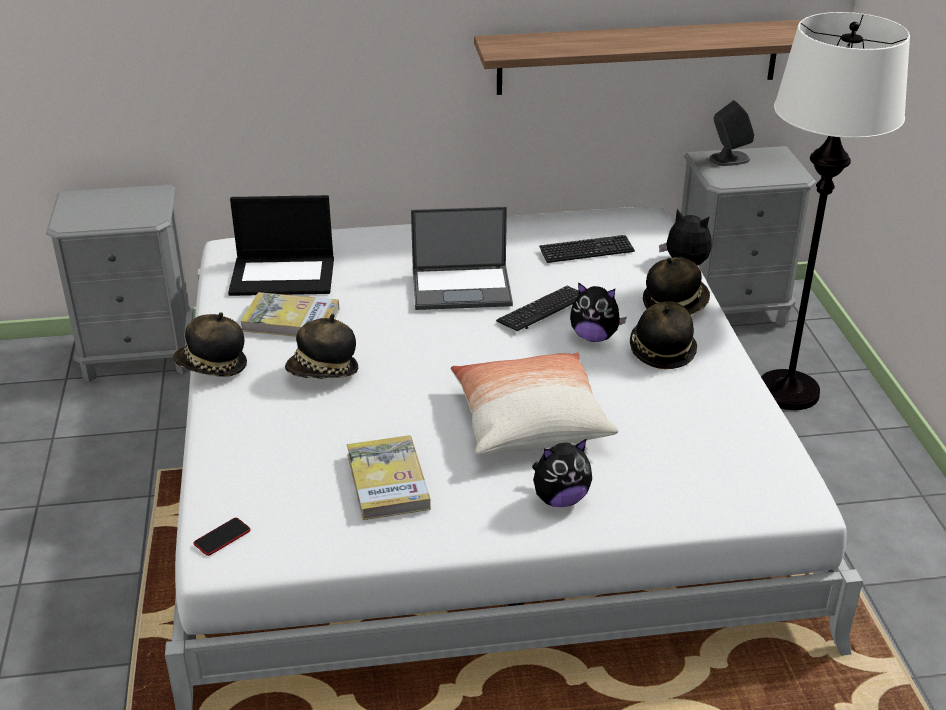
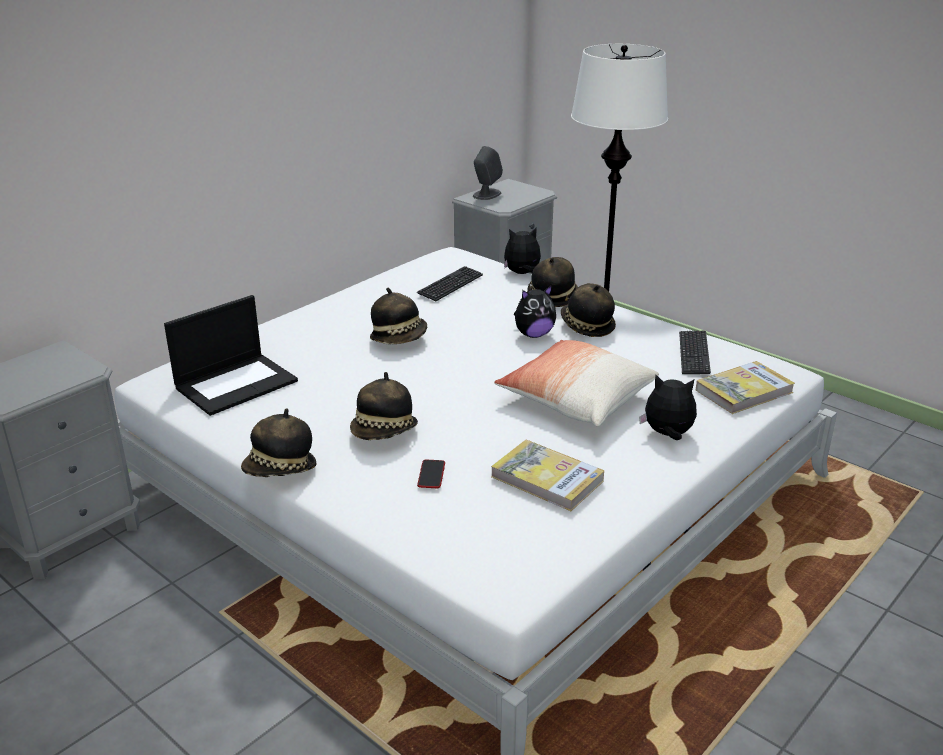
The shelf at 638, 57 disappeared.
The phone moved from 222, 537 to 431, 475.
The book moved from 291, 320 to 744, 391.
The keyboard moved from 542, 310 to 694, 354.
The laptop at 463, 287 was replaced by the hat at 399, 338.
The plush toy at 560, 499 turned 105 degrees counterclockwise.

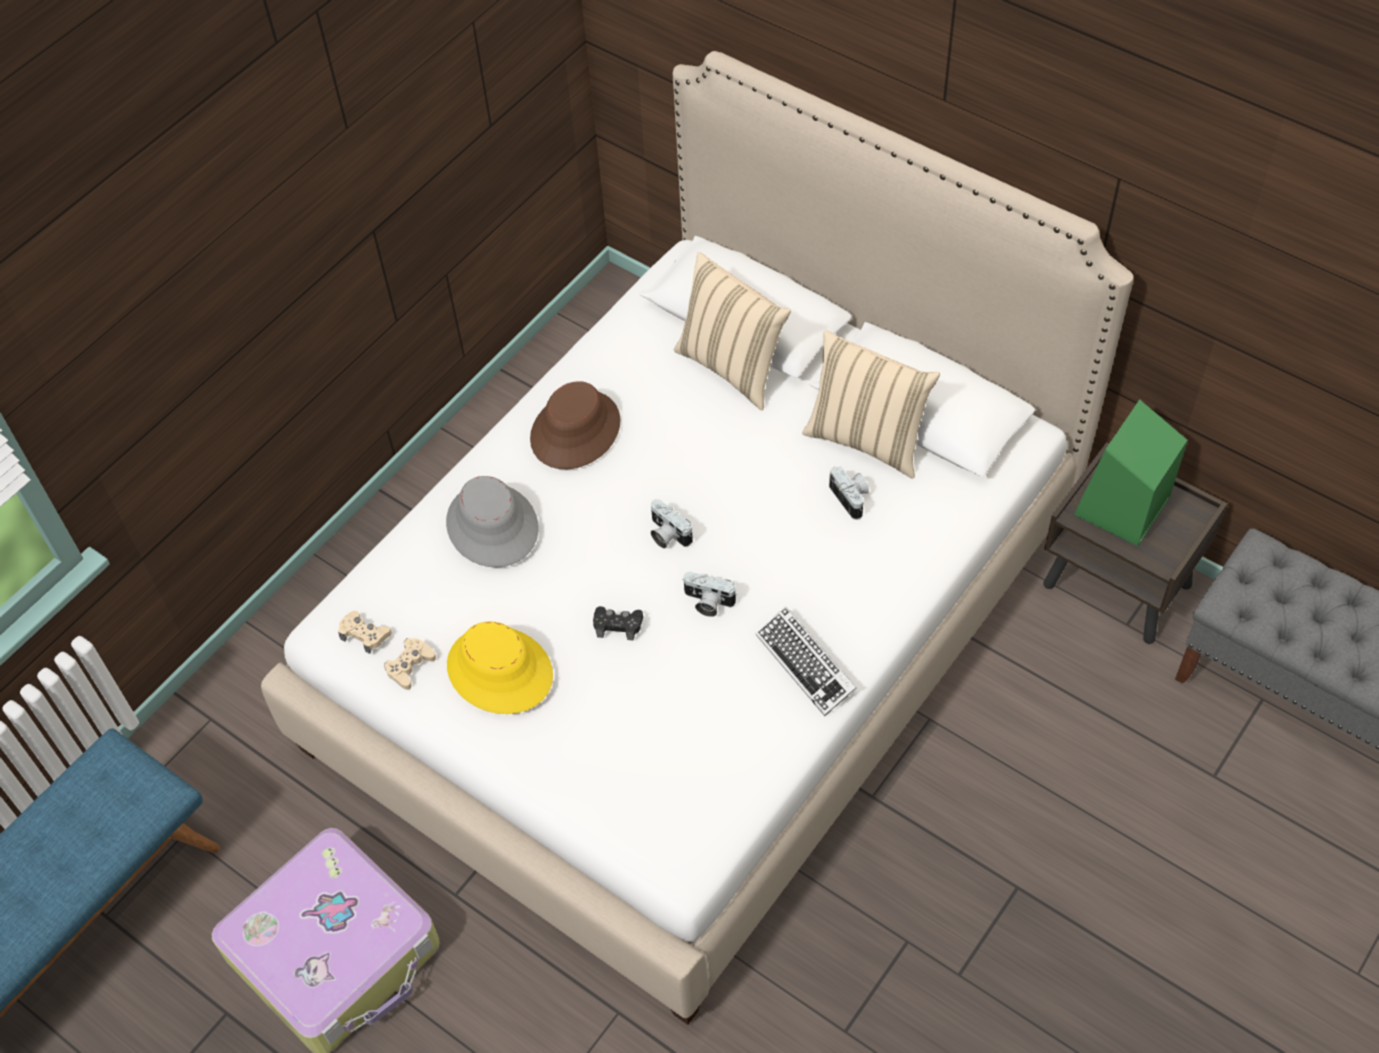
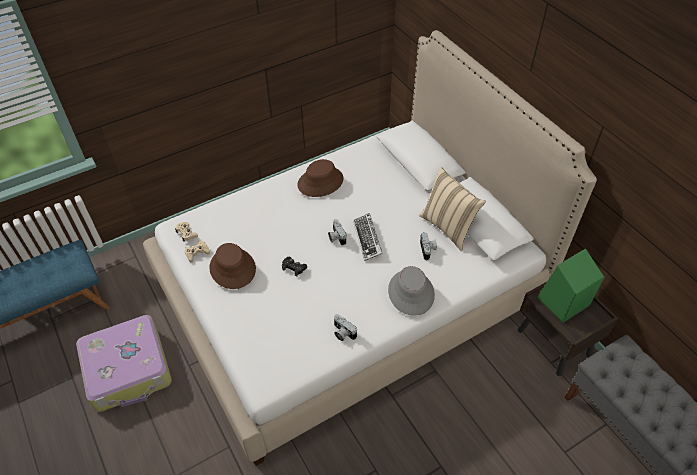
The beige pillow at 732, 367 disappeared.
The grey hat moved from 492, 526 to 410, 292.
The photo camera moved from 707, 602 to 342, 333.
The keyboard moved from 805, 664 to 367, 239.
The yellow hat at 499, 671 became the brown hat at 232, 268.

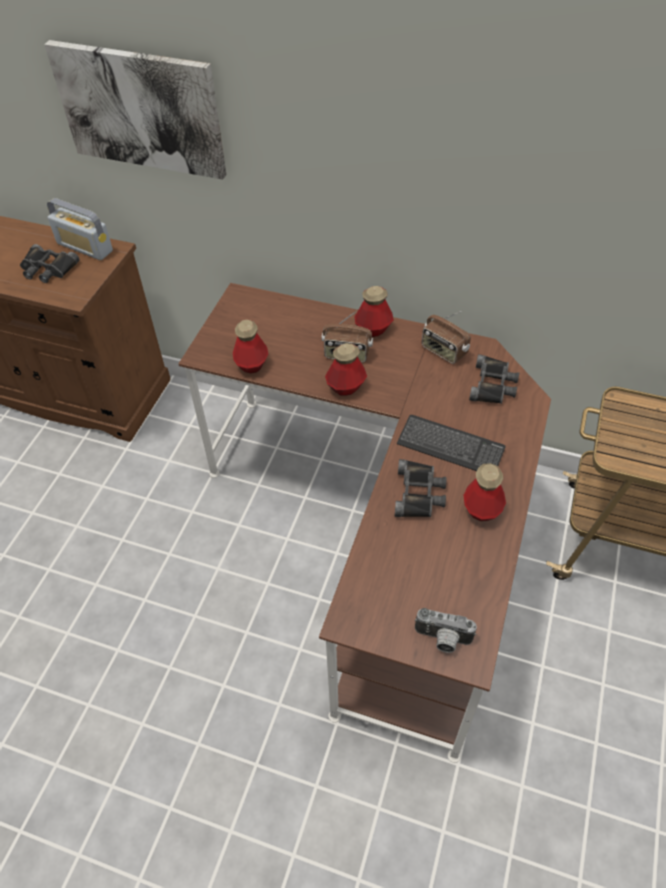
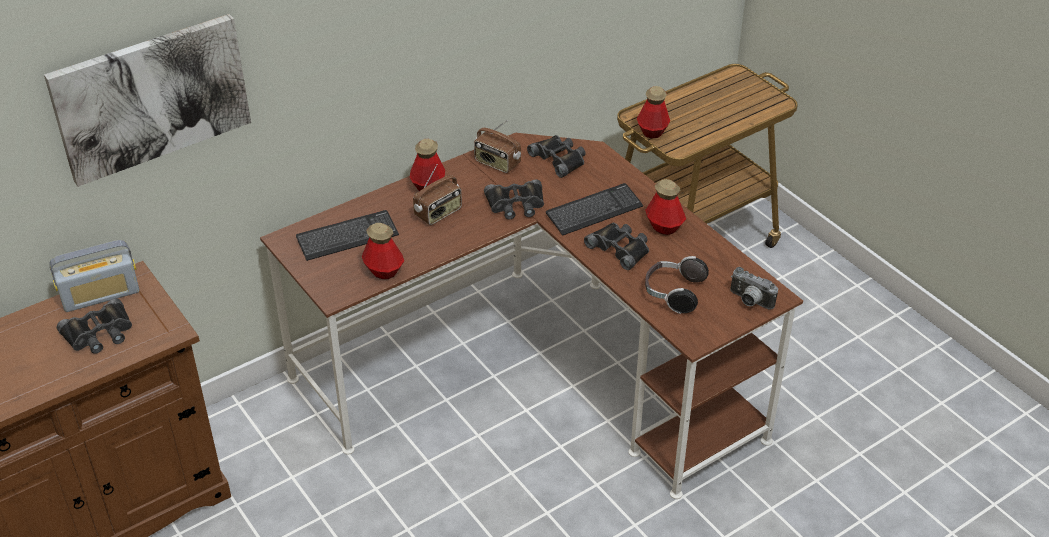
The keyboard at 347, 237 appeared.
The black binoculars at 516, 204 appeared.
The headphones at 673, 293 appeared.
The bottle moved from 346, 387 to 652, 131.
The photo camera at 442, 640 turned 75 degrees clockwise.
The radio at 443, 351 turned 45 degrees clockwise.

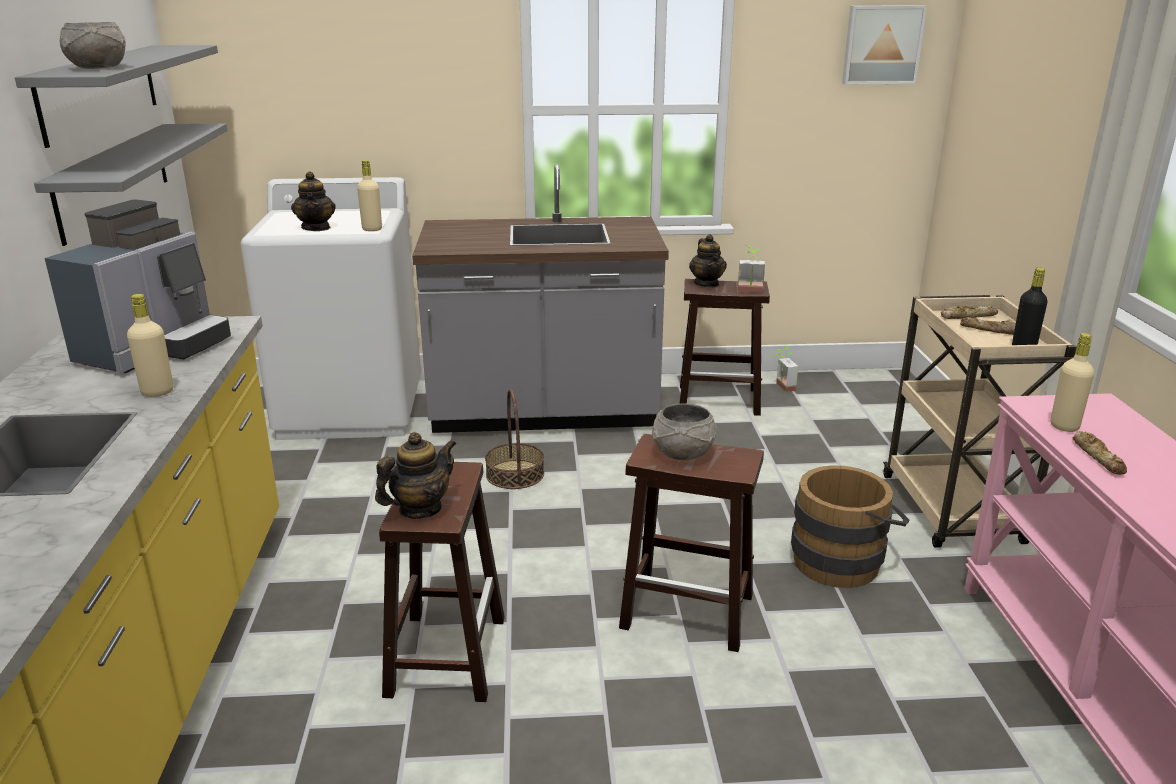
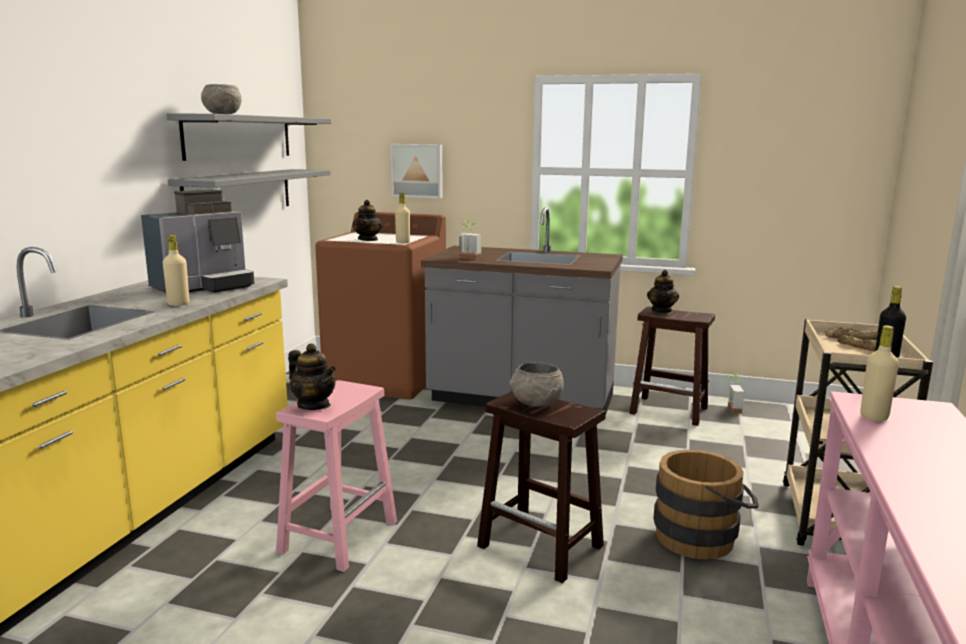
The basket at 514, 474 disappeared.
The bread at 1098, 457 disappeared.
The potted plant moved from 750, 291 to 468, 258.
The picture moved from 882, 44 to 417, 170.
The white washing machine at 352, 409 became the brown washing machine at 387, 379.
The brown stool at 446, 654 became the pink stool at 339, 535.
The teapot at 420, 509 turned 60 degrees clockwise.

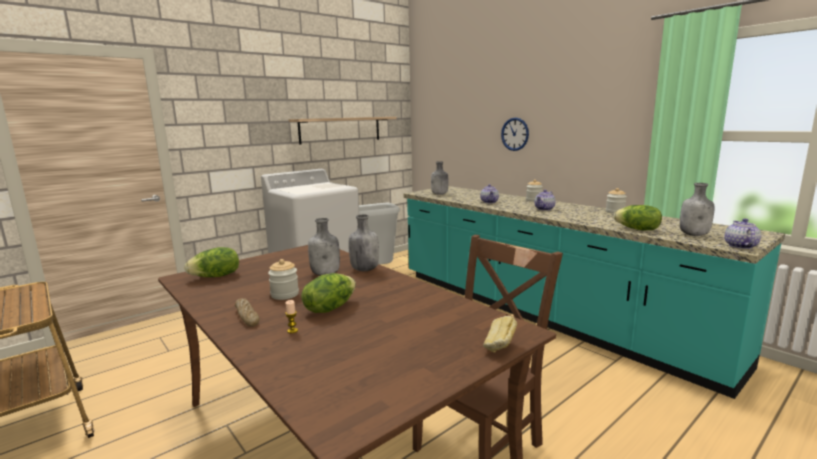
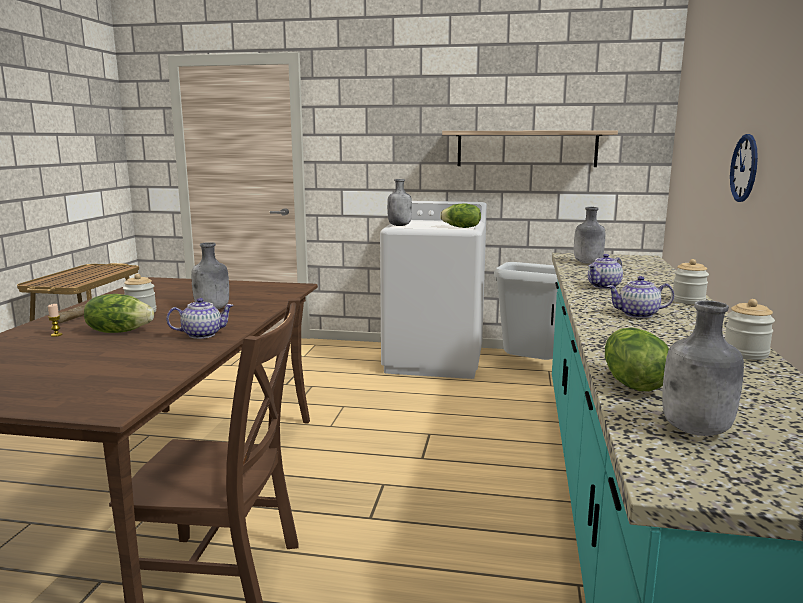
The bread at 500, 347 disappeared.
The lettuce moved from 216, 276 to 461, 227.
The grey bottle moved from 364, 269 to 399, 225.
The teapot moved from 739, 246 to 202, 334.

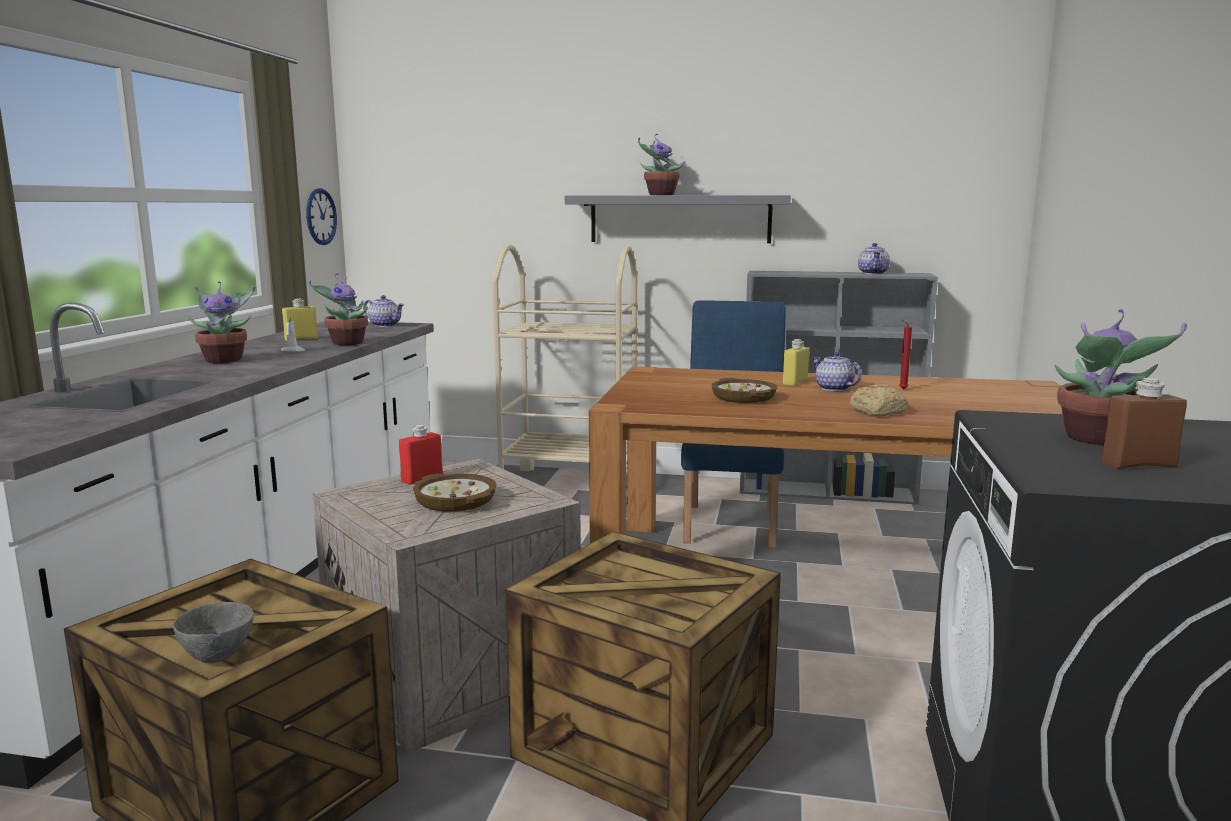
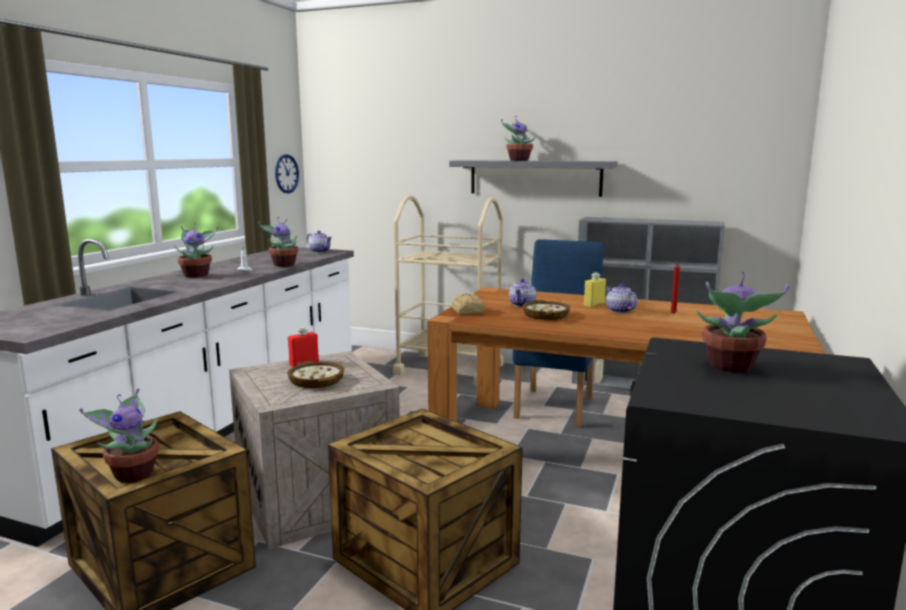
The yellow bottle at 301, 339 disappeared.
The brown bottle at 1138, 465 disappeared.
The bread moved from 878, 412 to 468, 312.
The teapot moved from 873, 273 to 522, 304.
The grey bowl at 218, 656 was replaced by the potted plant at 133, 474.

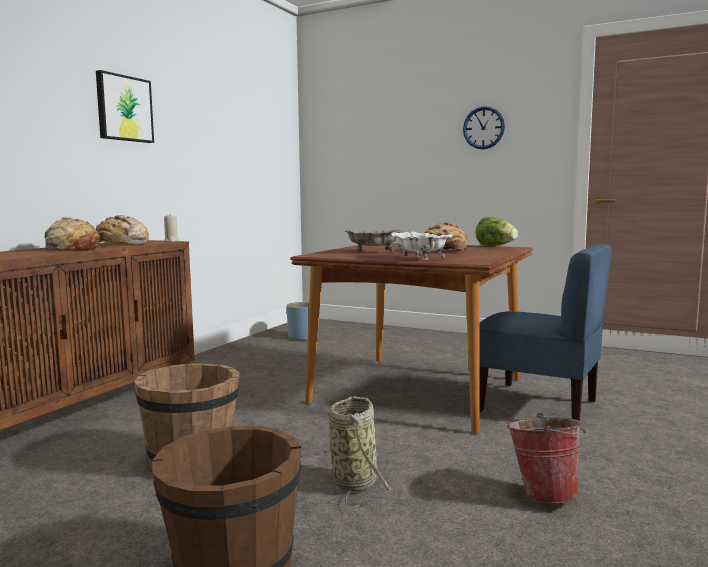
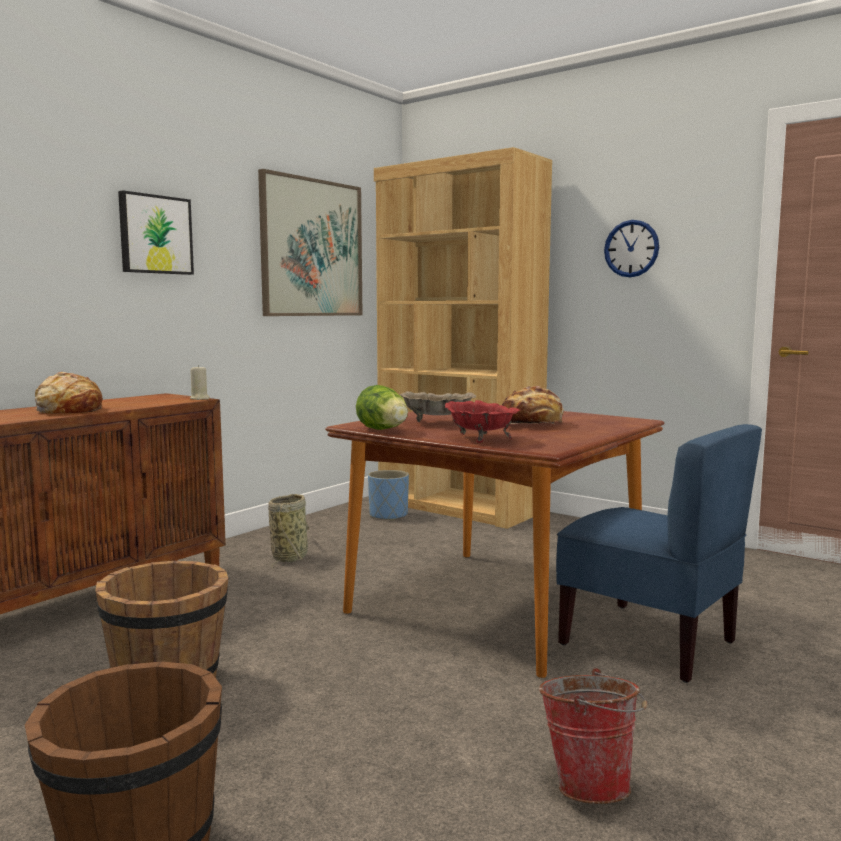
The bread at 122, 244 disappeared.
The picture at 312, 248 appeared.
The brown bookcase at 458, 507 appeared.
The basket moved from 354, 481 to 290, 557.
The lettuce moved from 495, 246 to 384, 430.
The white bowl at 420, 259 became the red bowl at 480, 439.

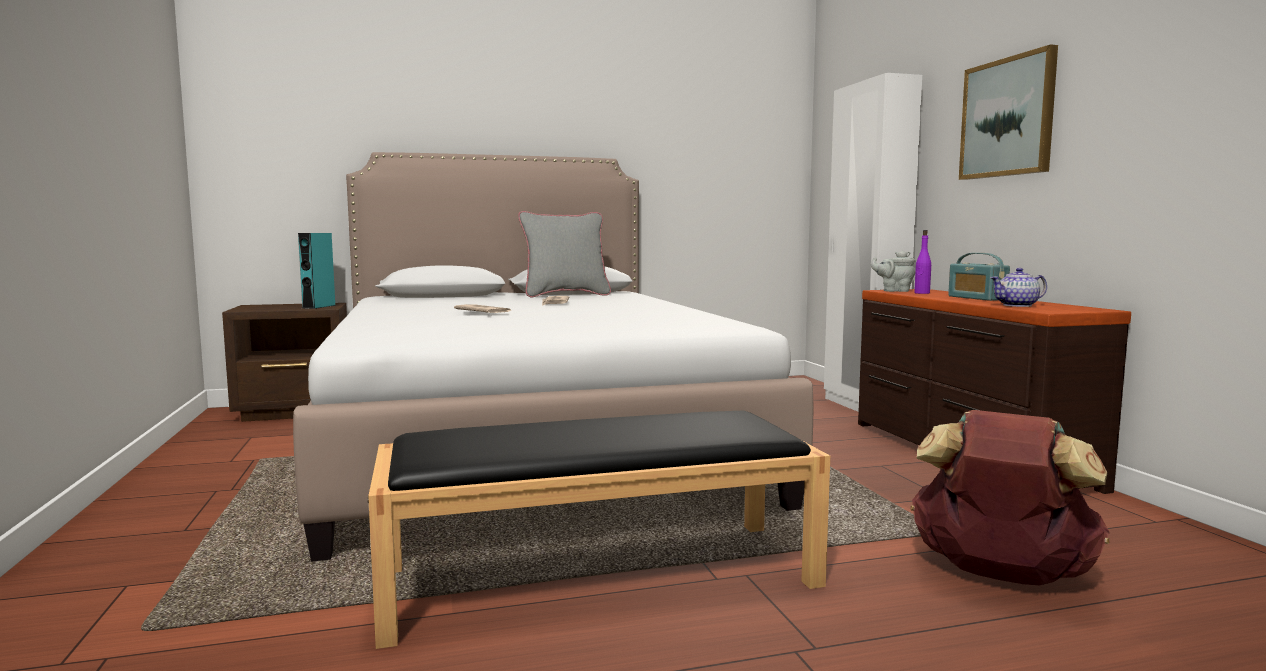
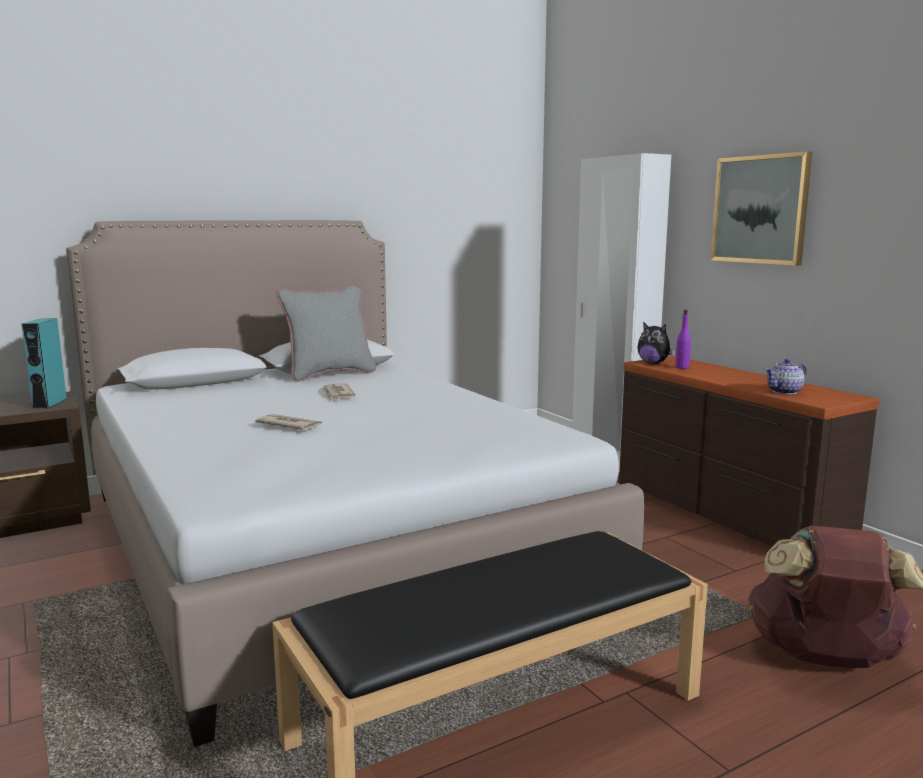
The radio at 977, 298 disappeared.
The grey teapot at 894, 291 was replaced by the plush toy at 653, 363.

